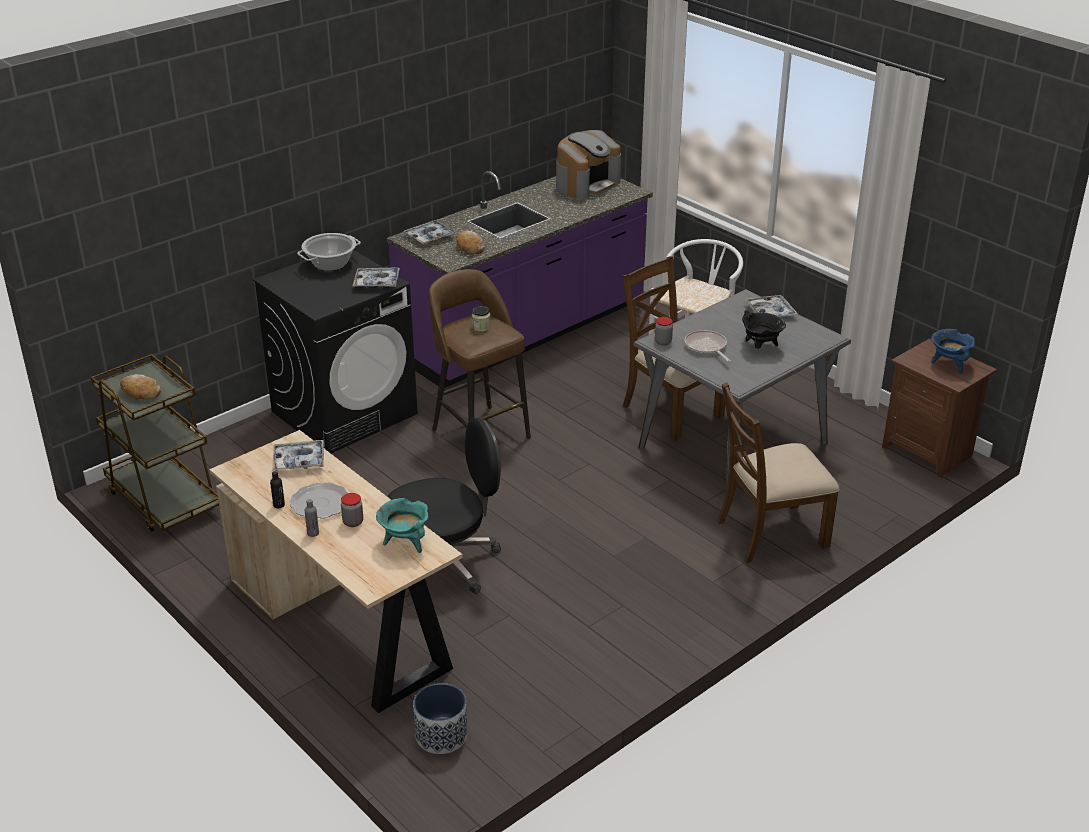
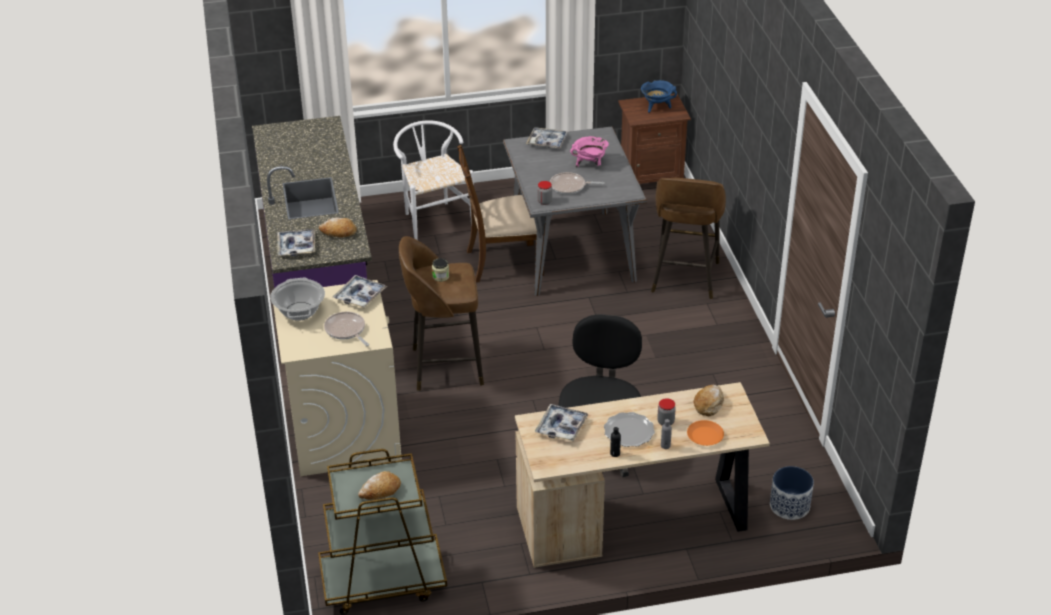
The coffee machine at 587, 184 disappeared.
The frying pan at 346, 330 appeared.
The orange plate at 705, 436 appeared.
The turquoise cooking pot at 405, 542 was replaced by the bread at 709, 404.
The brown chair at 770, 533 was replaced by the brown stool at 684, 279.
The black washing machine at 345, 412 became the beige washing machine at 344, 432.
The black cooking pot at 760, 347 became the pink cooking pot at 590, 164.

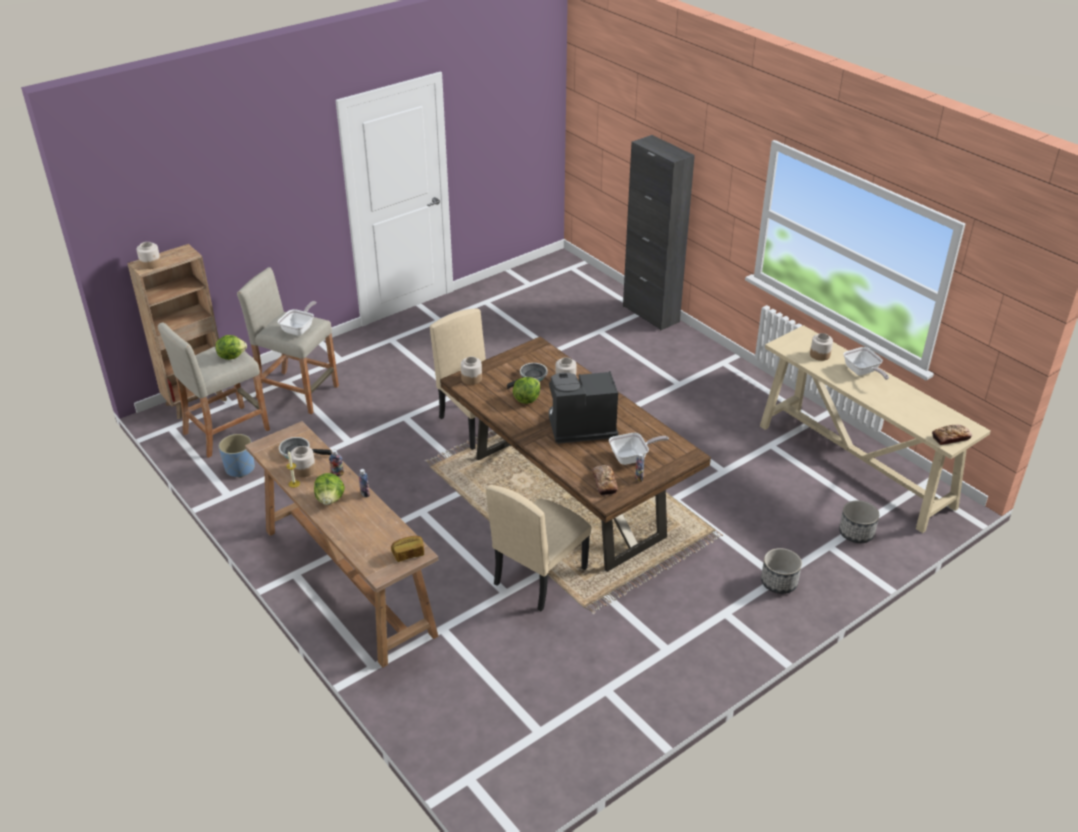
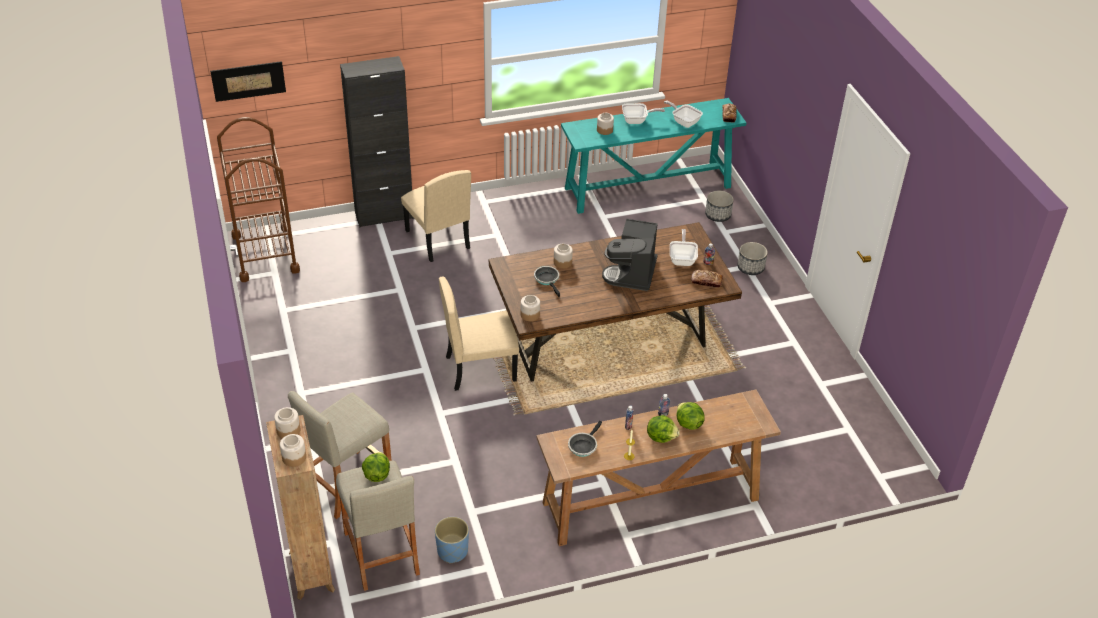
The bread at 408, 554 disappeared.
The picture at 248, 81 appeared.
The brown cart at 265, 253 appeared.
The frying pan moved from 300, 329 to 684, 121.
The jar moved from 303, 470 to 288, 431.
The beige chair moved from 539, 575 to 437, 239.
The lettuce moved from 526, 399 to 688, 424.
The beige console table at 855, 466 became the turquoise console table at 648, 187.

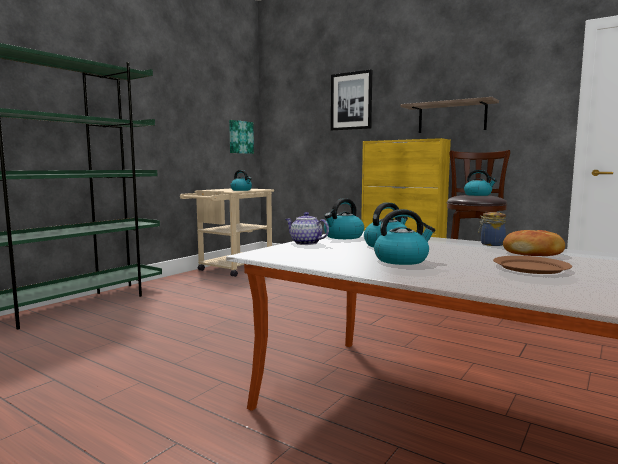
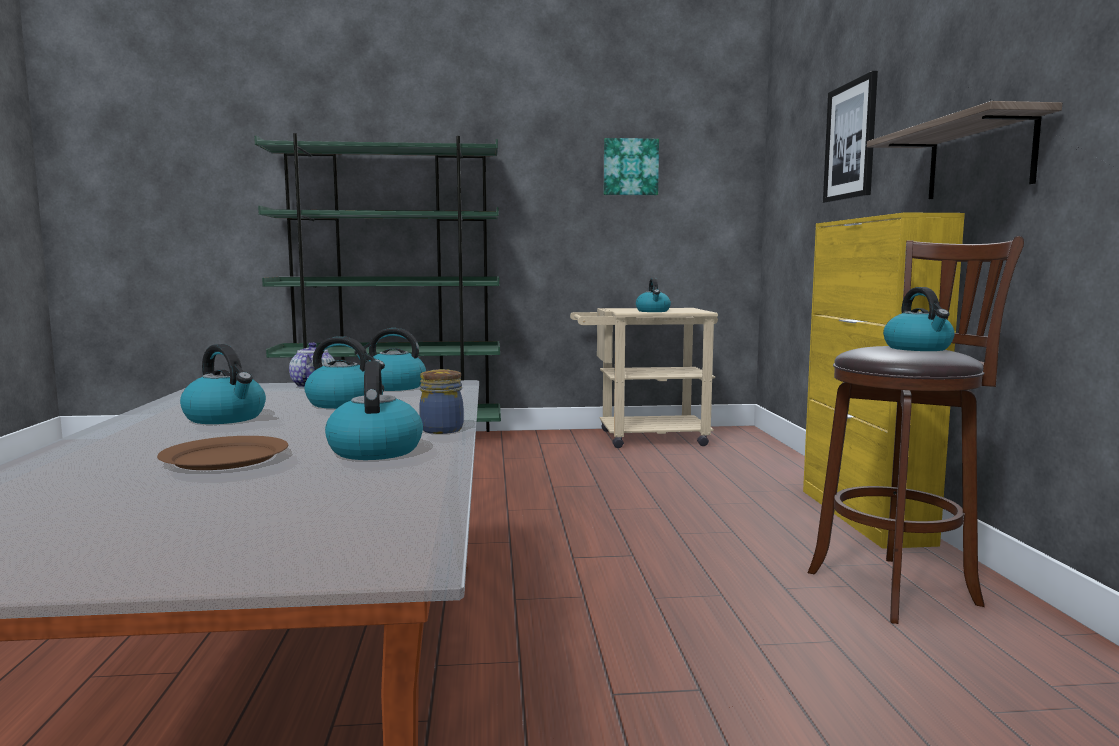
The picture moved from 240, 137 to 630, 167.
The bread at 533, 253 was replaced by the kettle at 374, 450.

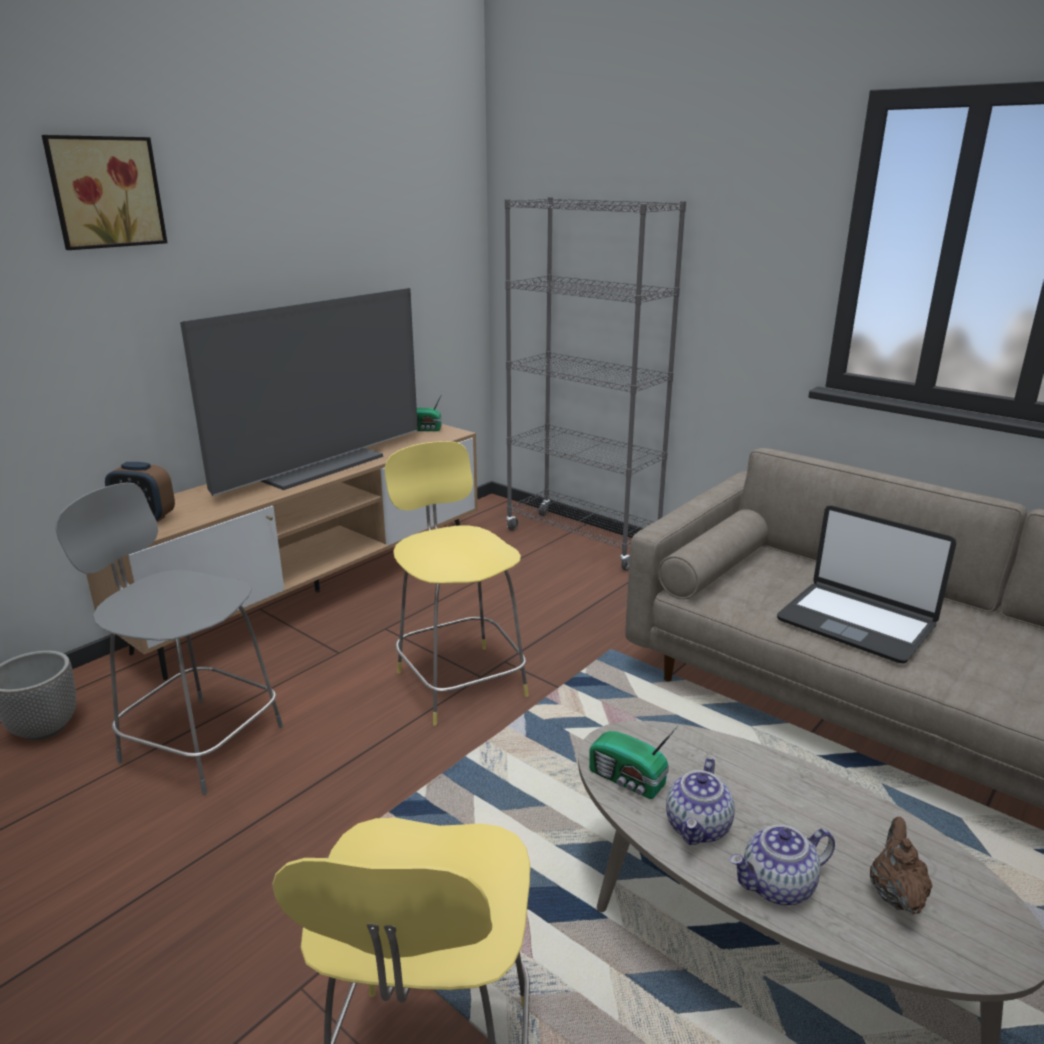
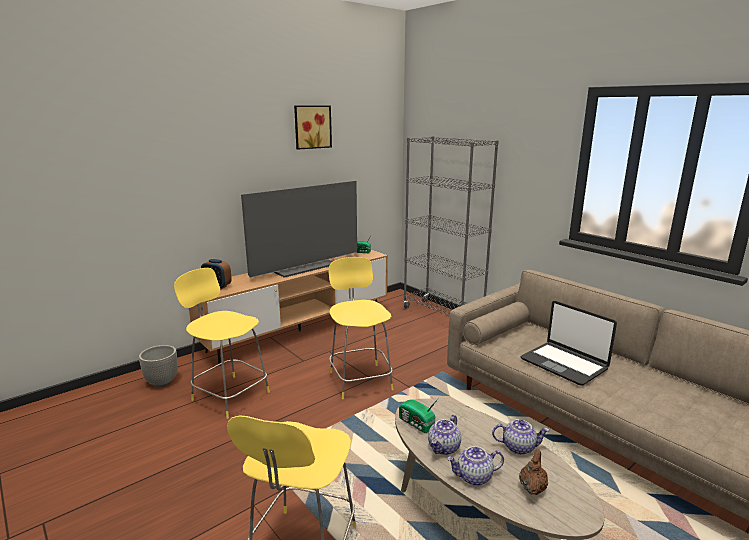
The teapot at 518, 447 appeared.
The picture moved from 105, 192 to 312, 127.
The grey stool at 198, 742 became the yellow stool at 229, 395.

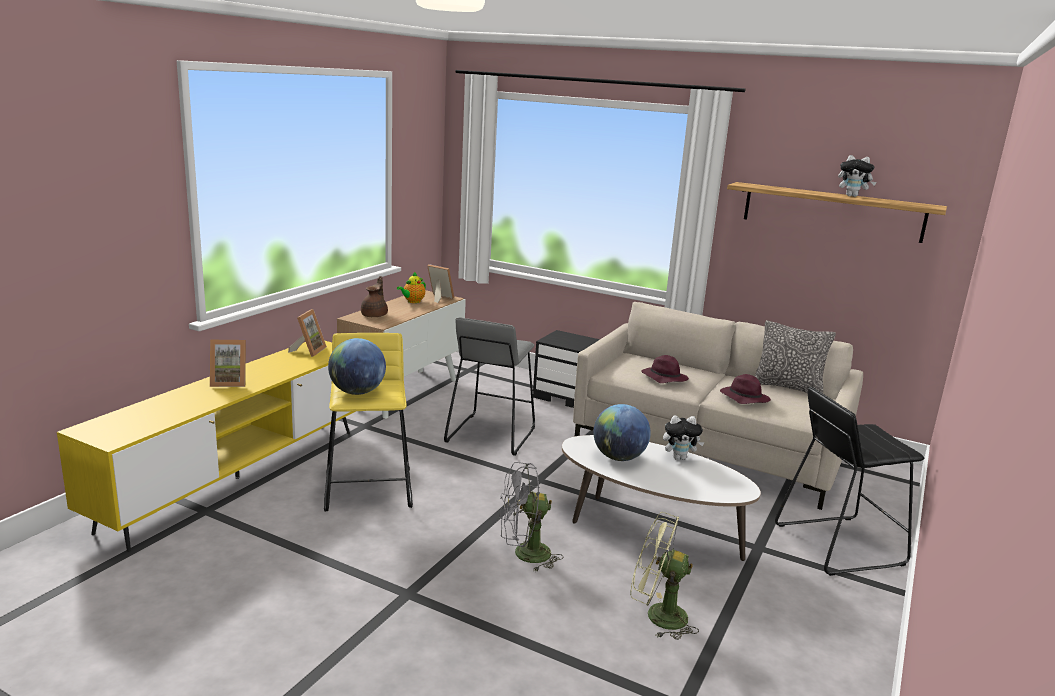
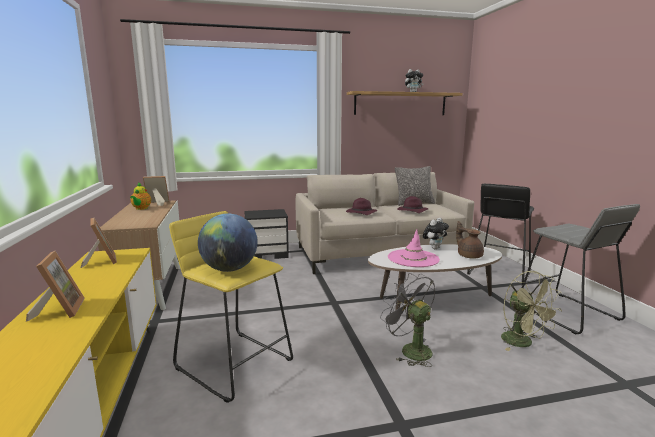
The brown teapot moved from 375, 315 to 469, 256.
The grey stool moved from 490, 434 to 567, 313.
The globe at 619, 458 was replaced by the pink hat at 413, 258.
The picture frame at 230, 382 turned 60 degrees counterclockwise.
The grey fan at 524, 555 turned 105 degrees clockwise.
The green fan at 657, 616 turned 90 degrees counterclockwise.

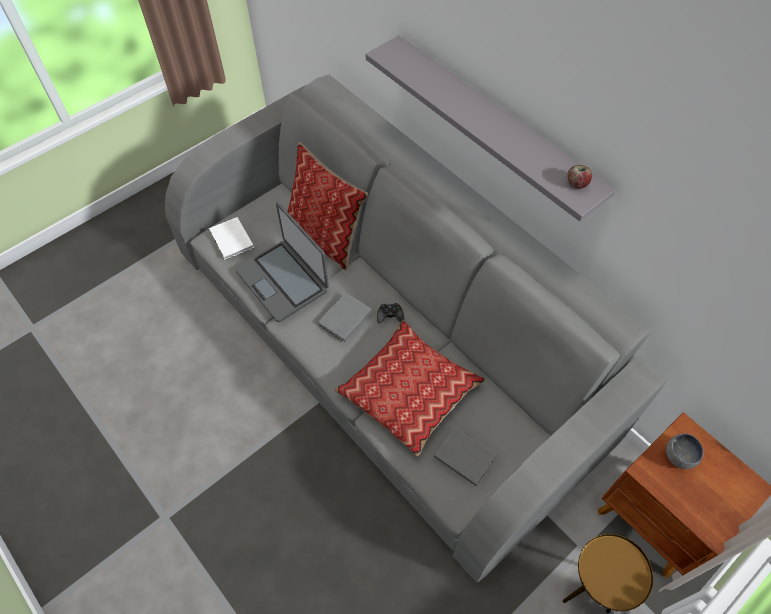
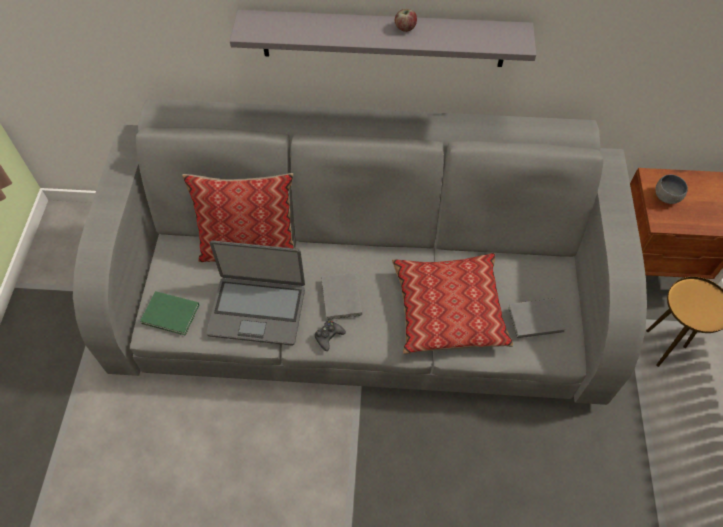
The black game controller moved from 390, 315 to 328, 336.
The apple moved from 577, 183 to 405, 28.
The white book at 231, 240 became the green book at 171, 315.

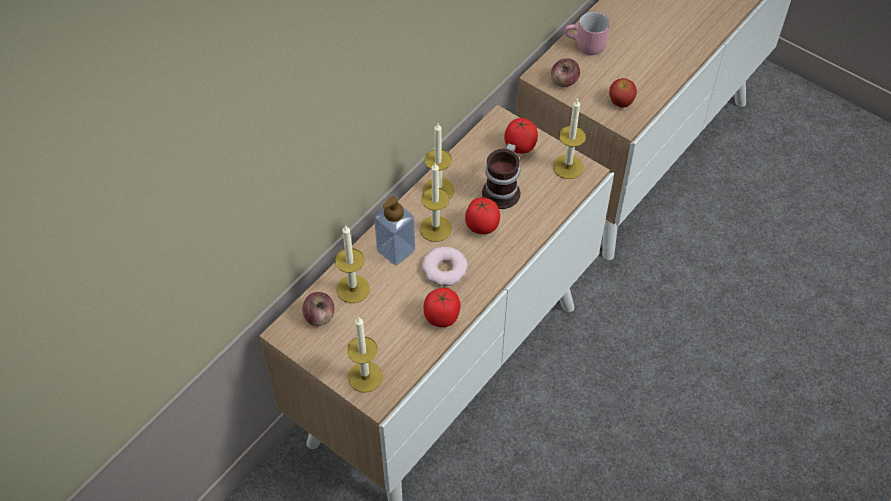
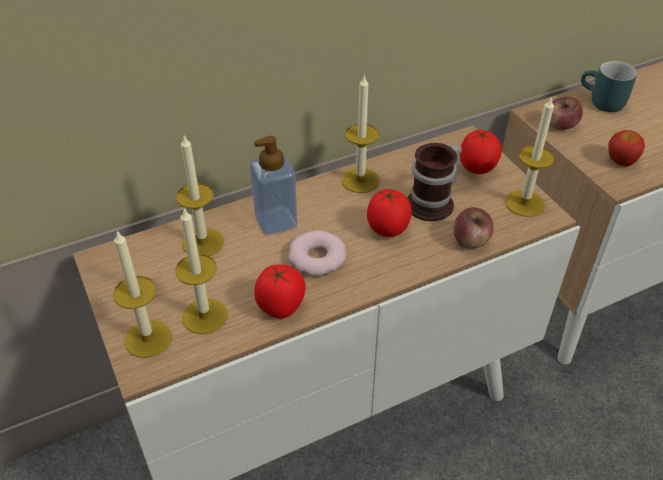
The apple moved from 319, 317 to 470, 241.
The candle moved from 435, 228 to 205, 316.
The pink mug at 585, 47 became the turquoise mug at 601, 103.

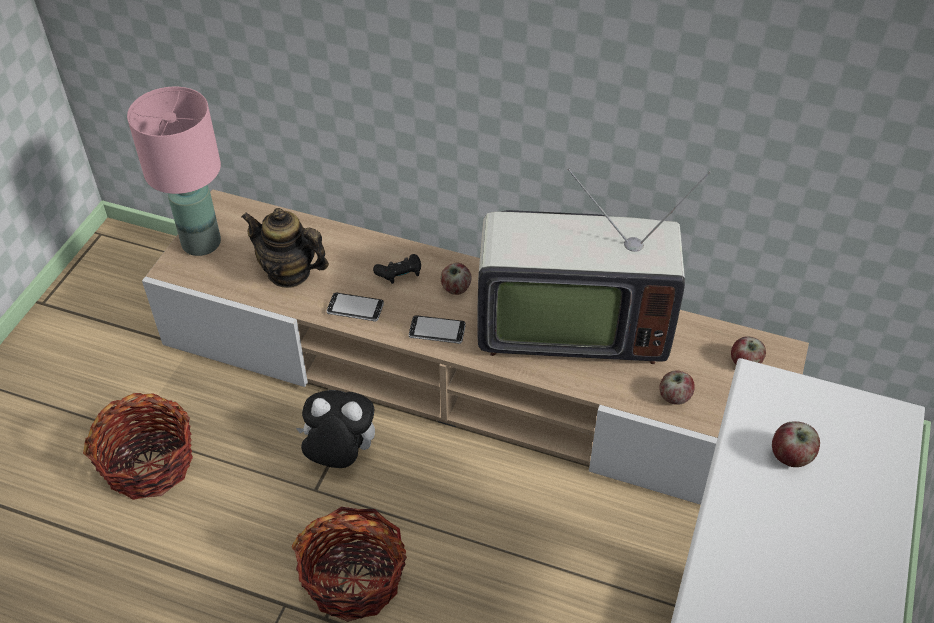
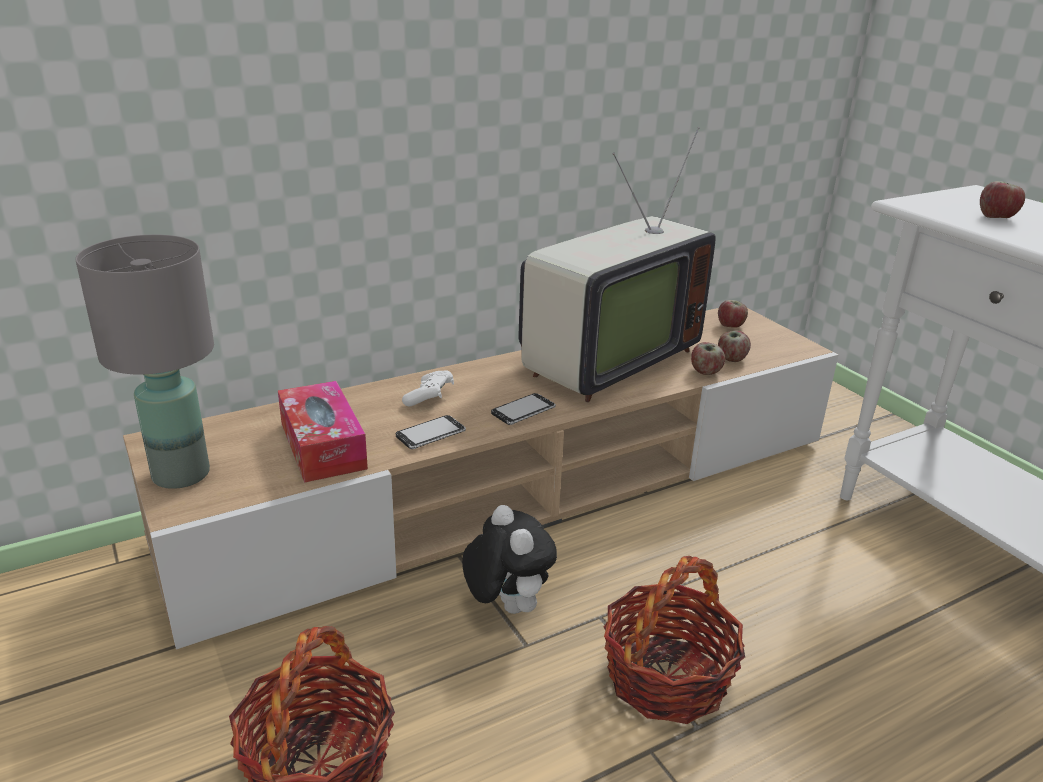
The apple moved from 455, 288 to 705, 372.
The teapot at 289, 272 was replaced by the tissue box at 322, 445.
The pink table lamp at 200, 243 became the grey table lamp at 180, 475.
The black game controller at 400, 275 became the white game controller at 430, 398.
The plush toy at 339, 456 turned 105 degrees clockwise.

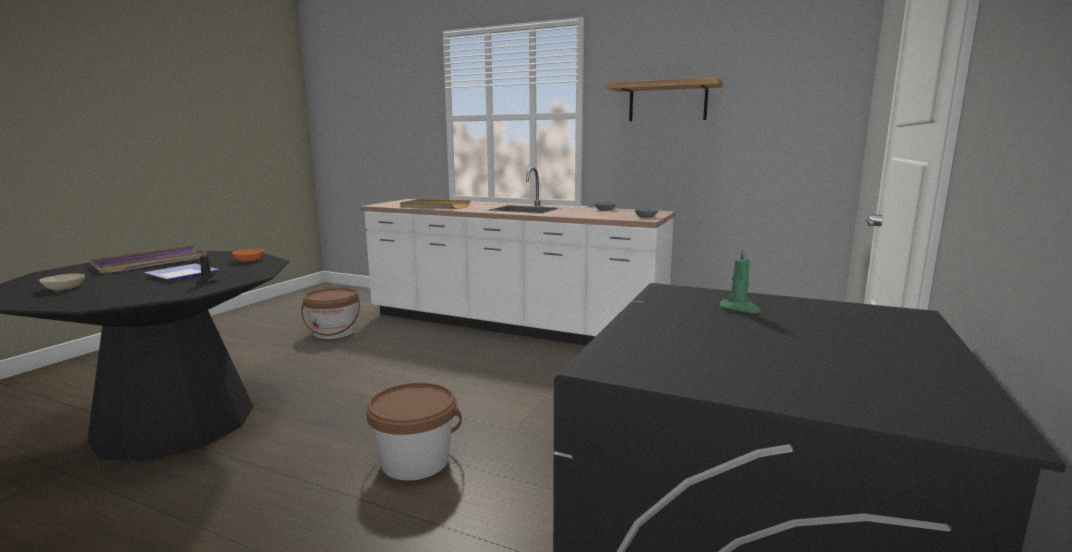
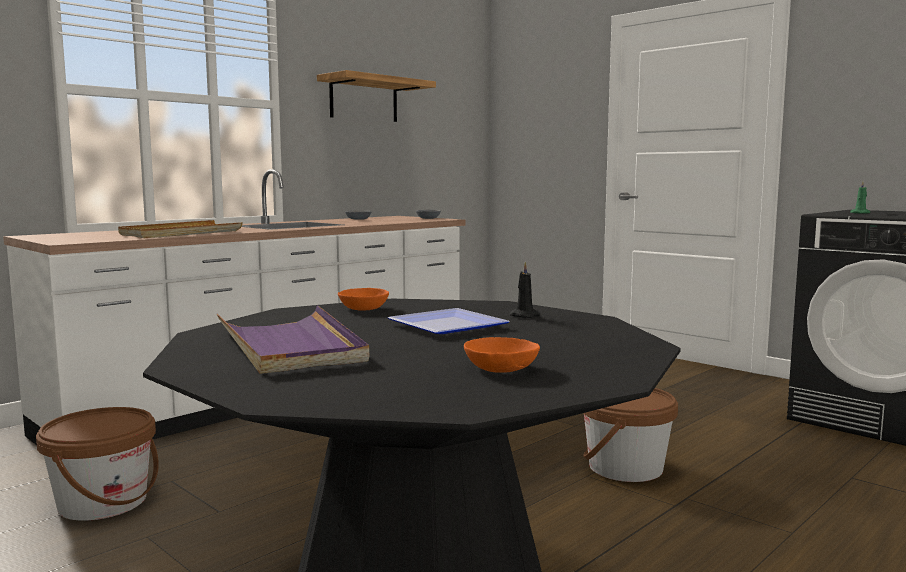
The beige bowl at 65, 288 became the orange bowl at 502, 368.

